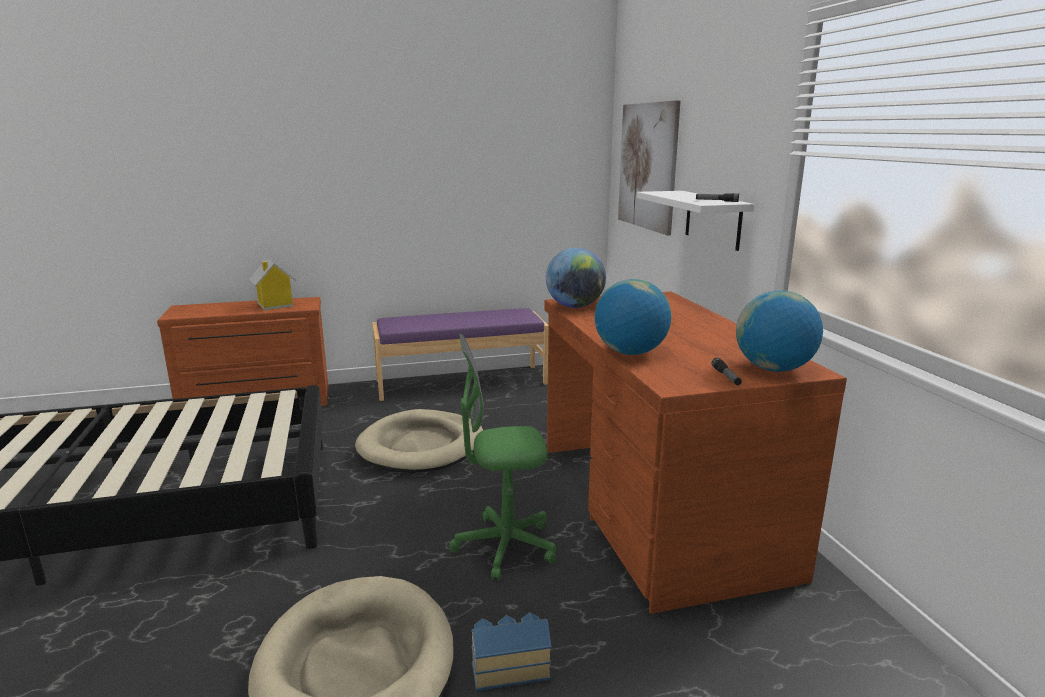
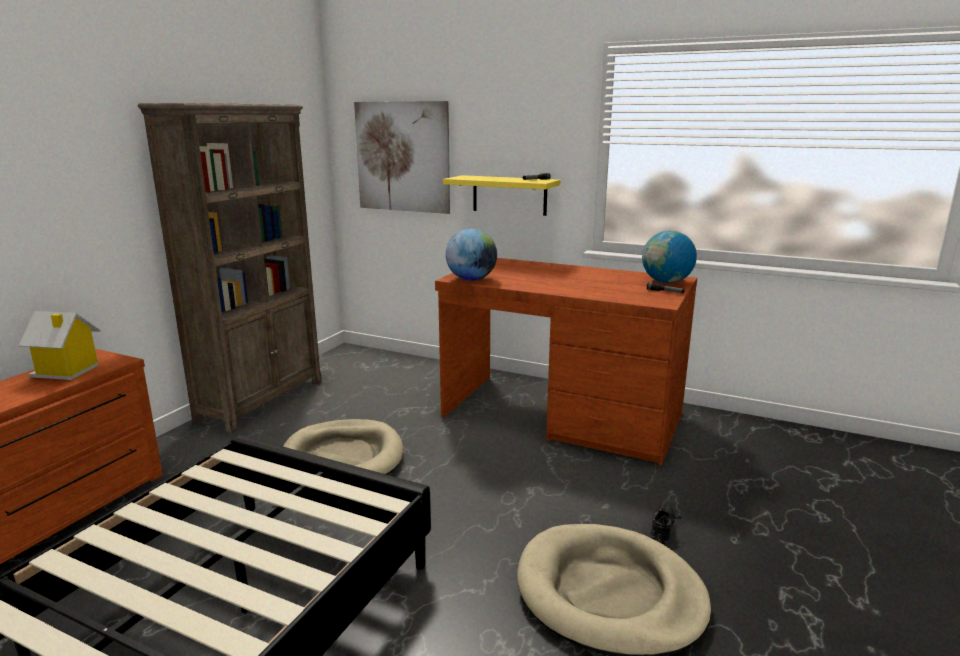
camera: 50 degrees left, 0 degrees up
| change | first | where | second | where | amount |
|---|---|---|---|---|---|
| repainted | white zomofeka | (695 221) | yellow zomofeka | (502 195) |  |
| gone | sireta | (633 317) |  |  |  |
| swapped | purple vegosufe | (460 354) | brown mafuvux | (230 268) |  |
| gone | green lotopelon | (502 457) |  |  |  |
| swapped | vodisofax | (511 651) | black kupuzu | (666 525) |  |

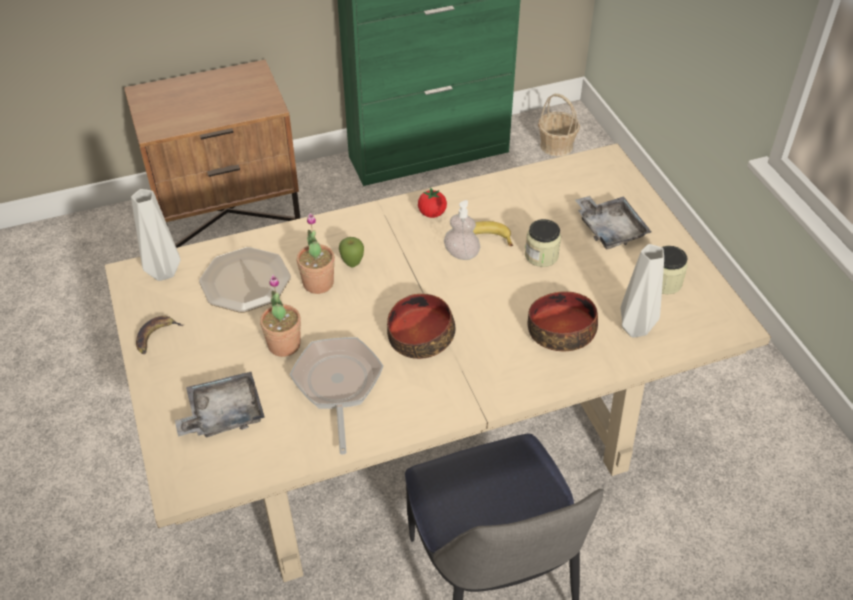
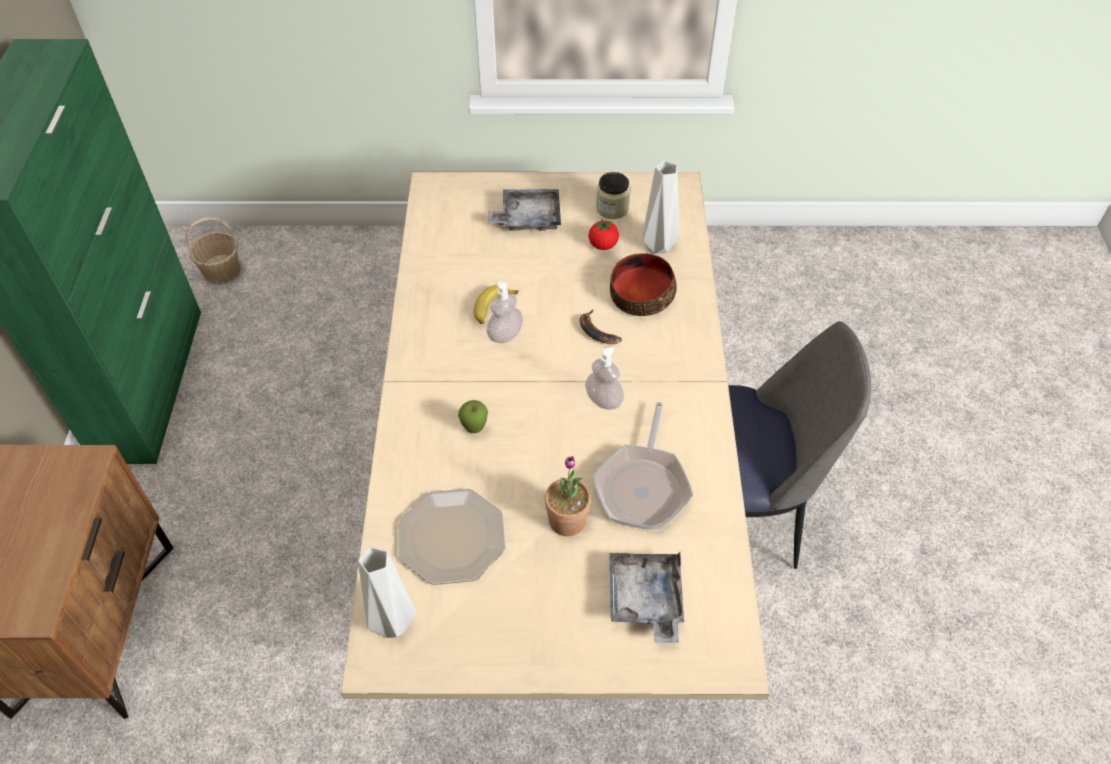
camera: 70 degrees left, 5 degrees up
| change | first | where | second | where | amount |
|---|---|---|---|---|---|
| shifted | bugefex | (432 203) |  | (604 234) |  |
| gone | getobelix | (316 253) |  |  |  |
| gone | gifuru | (543 243) |  |  |  |
| swapped | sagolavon | (421 326) | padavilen | (604 378) |  |
| shifted | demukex | (160 335) |  | (601 326) |  |
| rotated | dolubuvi | (336 396) |  | (642 466) | 90 degrees counterclockwise |

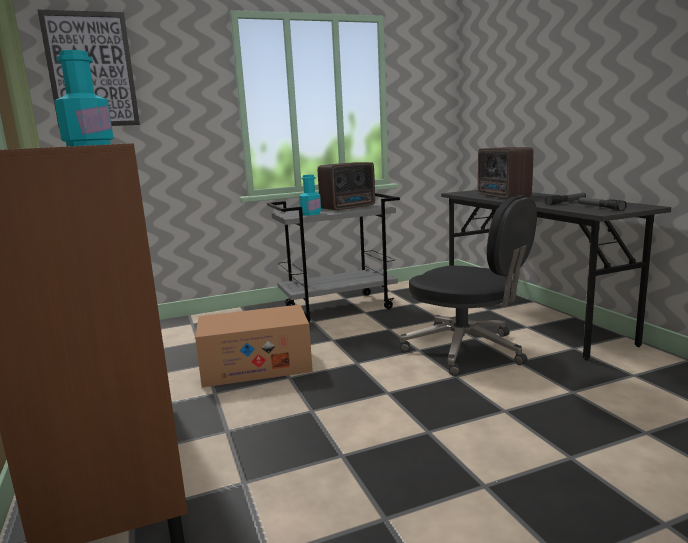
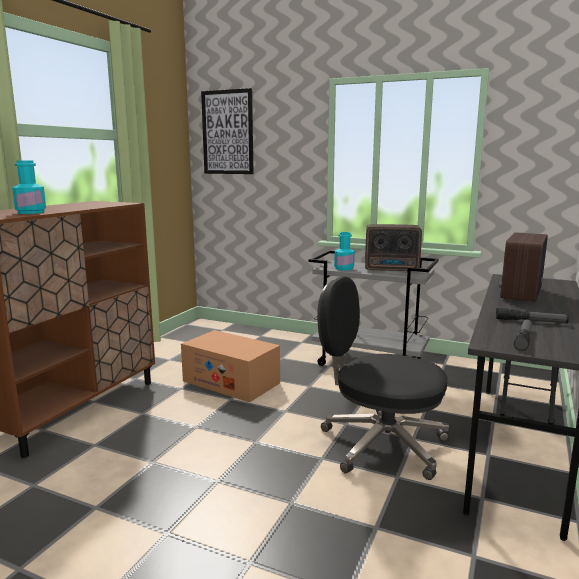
camera: 45 degrees right, 0 degrees up
| change | first | where | second | where | amount |
|---|---|---|---|---|---|
| rotated | black lotopelon | (468 285) |  | (383 378) | 120 degrees clockwise |

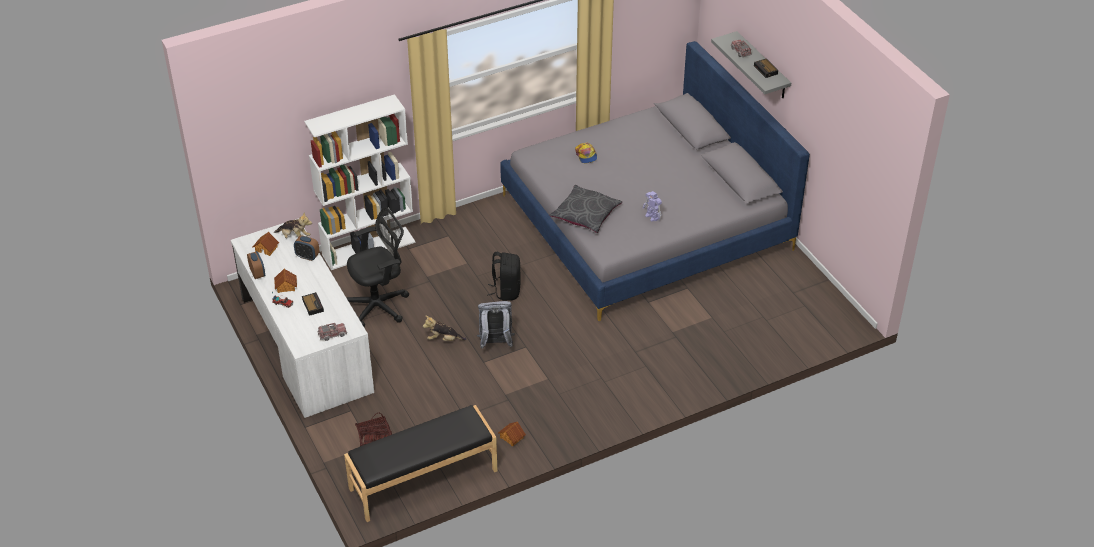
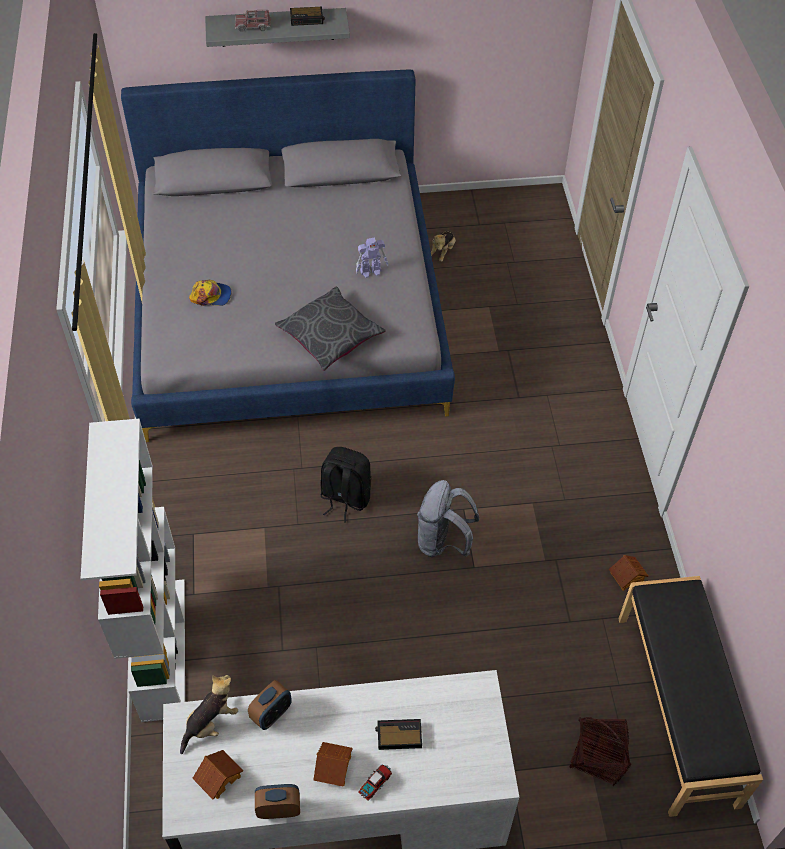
camera: 70 degrees left, 10 degrees up
| change | first | where | second | where | amount |
|---|---|---|---|---|---|
| gone | black lotopelon | (377 267) |  |  |  |
| shifted | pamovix | (445 328) |  | (443 246) |  |
| gone | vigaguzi | (332 332) |  |  |  |

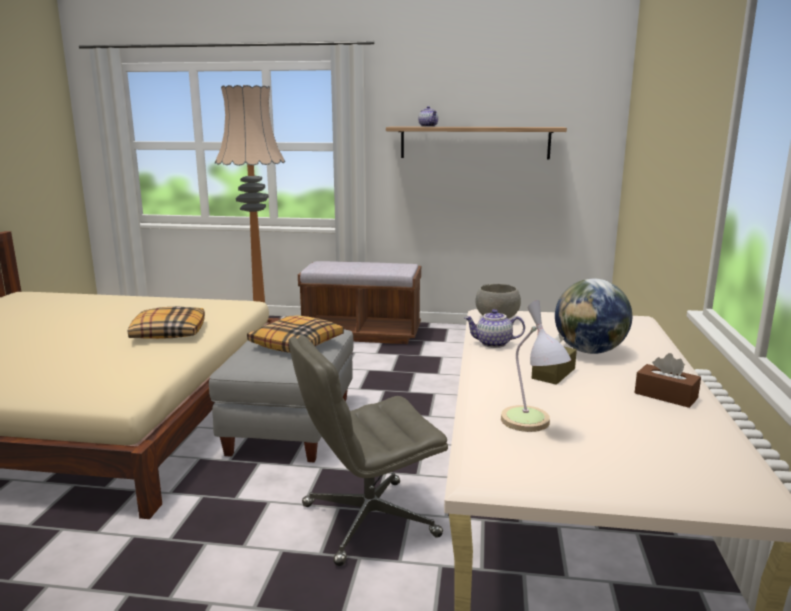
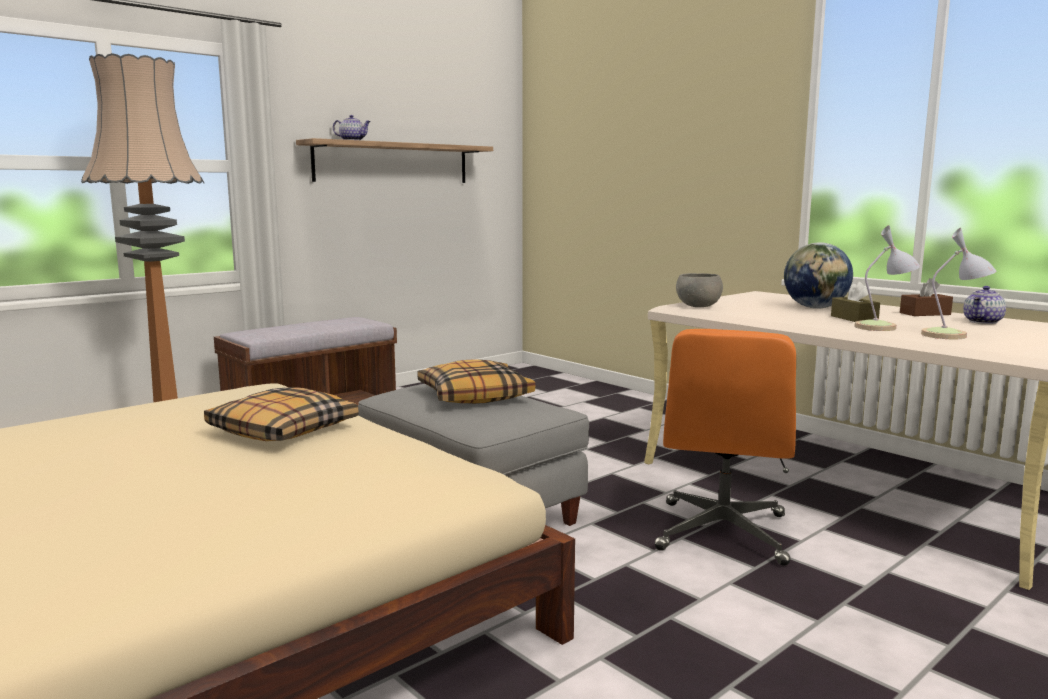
camera: 50 degrees left, 5 degrees down
| change | first | where | second | where | amount |
|---|---|---|---|---|---|
| shifted | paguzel | (494 328) |  | (984 305) |  |
| repainted | grey lotopelon | (368 450) | orange lotopelon | (725 447) |  |
| new |  |  | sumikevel | (887 278) |  |

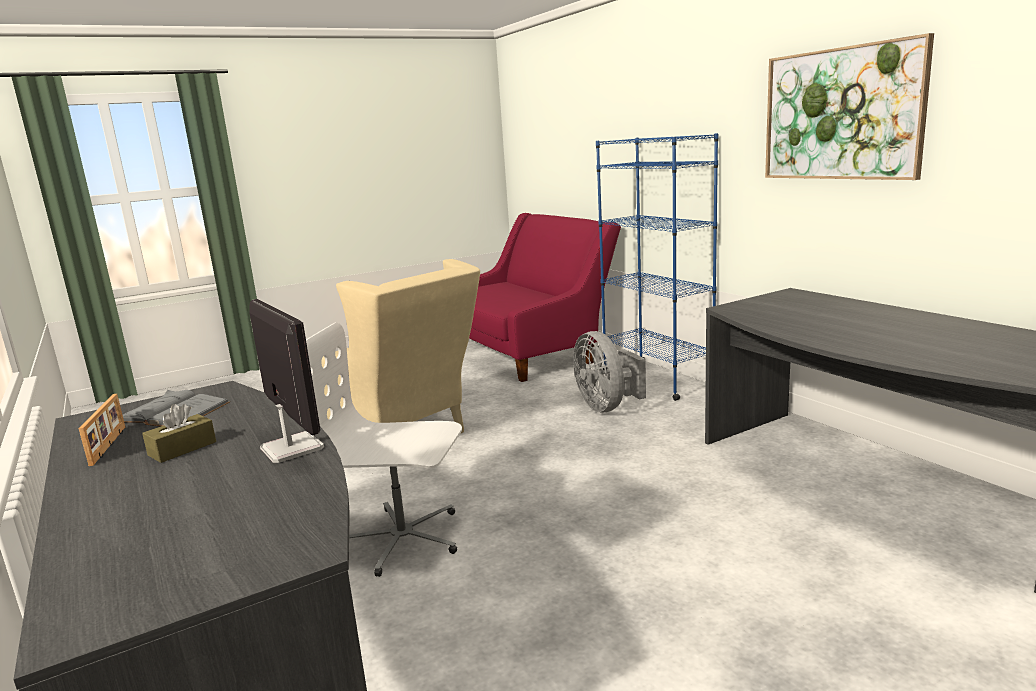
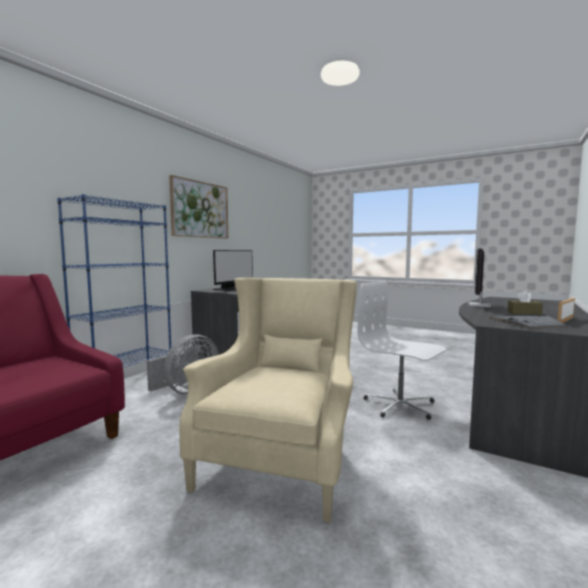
camera: 120 degrees left, 10 degrees down
| change | first | where | second | where | amount |
|---|---|---|---|---|---|
| rotated | white lotopelon | (384 449) |  | (401 350) | 150 degrees clockwise |
| new |  |  | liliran | (233 270) |  |

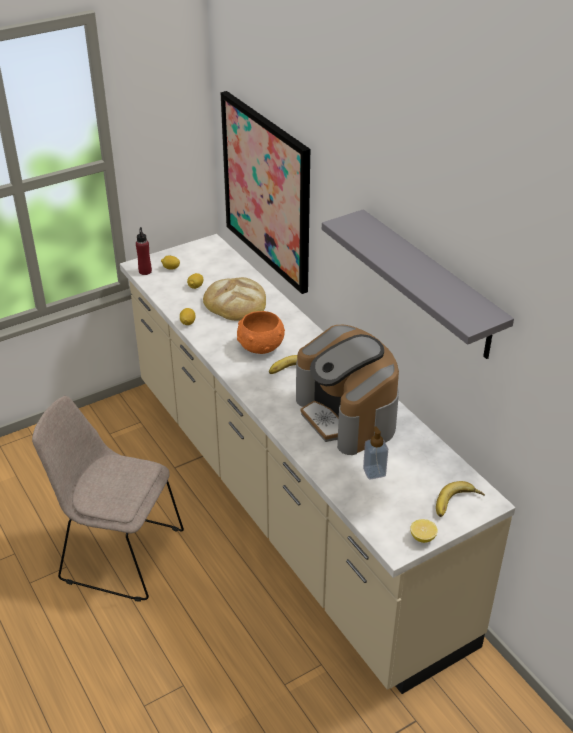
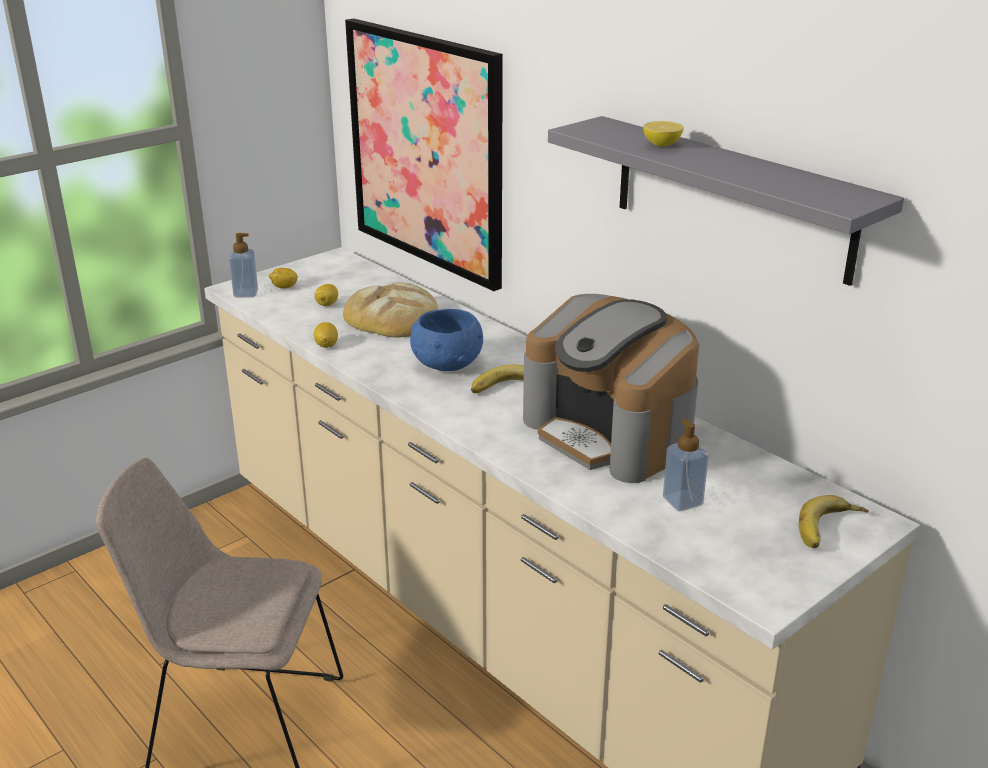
camera: 10 degrees left, 10 degrees down
| change | first | where | second | where | amount |
|---|---|---|---|---|---|
| swapped | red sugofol | (144 251) | padavilen | (243 265) |  |
| repainted | orange sagolavon | (261 332) | blue sagolavon | (446 340) |  |
| shifted | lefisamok | (424 531) |  | (663 134) |  |

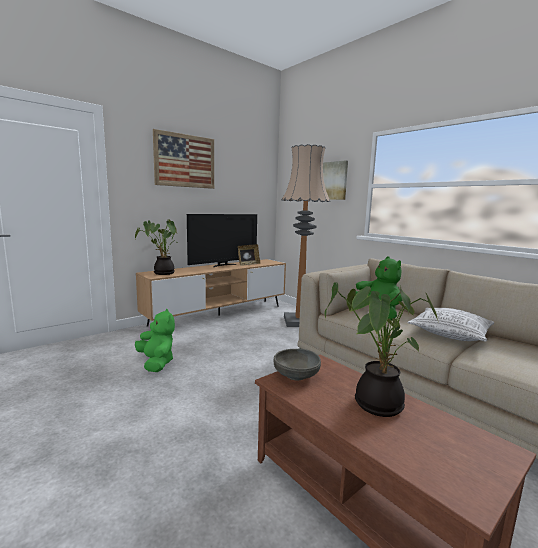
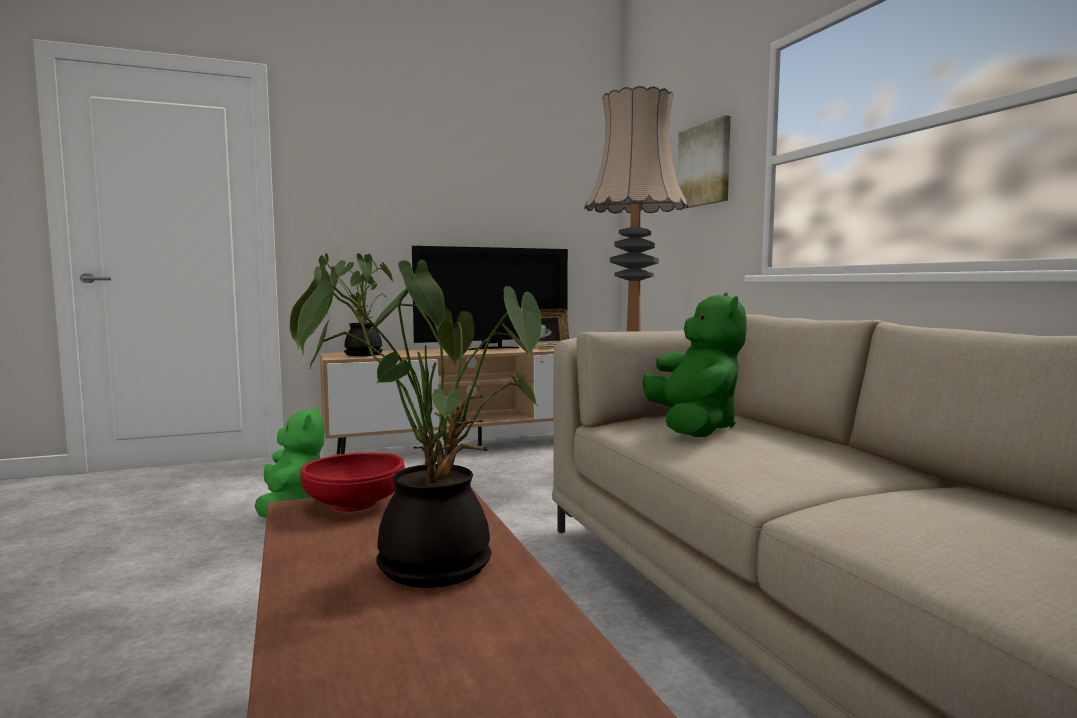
camera: 20 degrees right, 5 degrees down
| change | first | where | second | where | amount |
|---|---|---|---|---|---|
| gone | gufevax | (183 159) |  |  |  |
| gone | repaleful | (451 325) |  |  |  |
| repainted | grey sagolavon | (297 365) | red sagolavon | (352 482) |  |

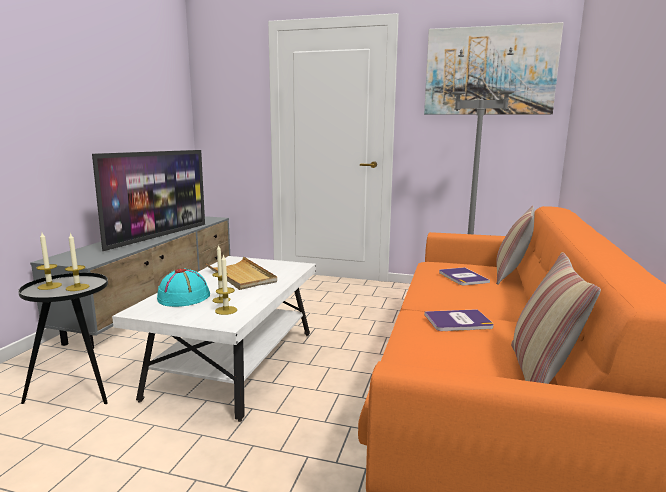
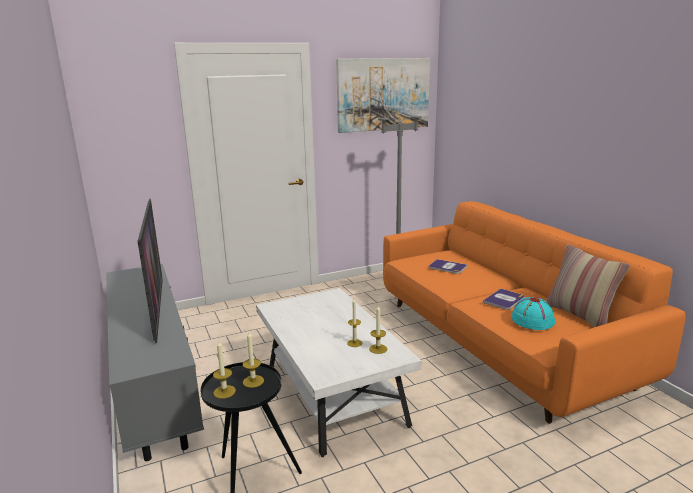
camera: 40 degrees left, 5 degrees up
| change | first | where | second | where | amount |
|---|---|---|---|---|---|
| gone | repaleful | (515 245) |  |  |  |
| gone | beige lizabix | (241 273) |  |  |  |
| shifted | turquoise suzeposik | (183 288) |  | (533 313) |  |

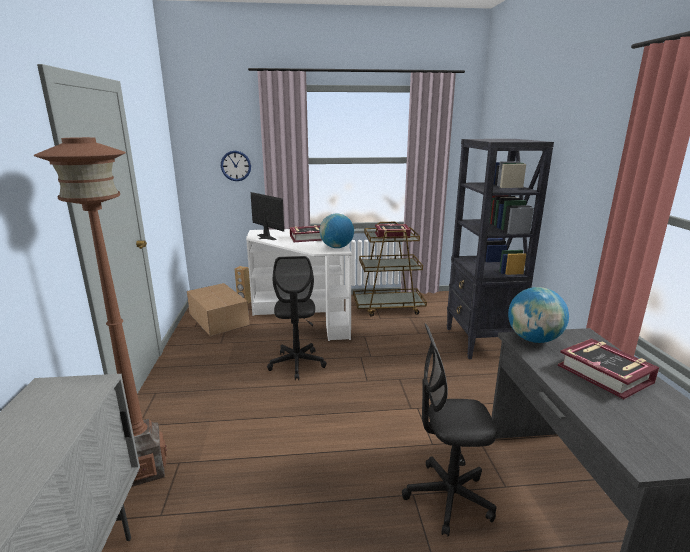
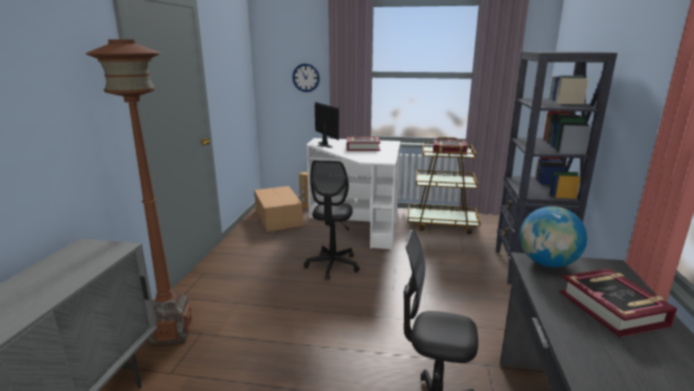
camera: 15 degrees right, 0 degrees up
| change | first | where | second | where | amount |
|---|---|---|---|---|---|
| gone | sireta | (336 230) |  |  |  |

